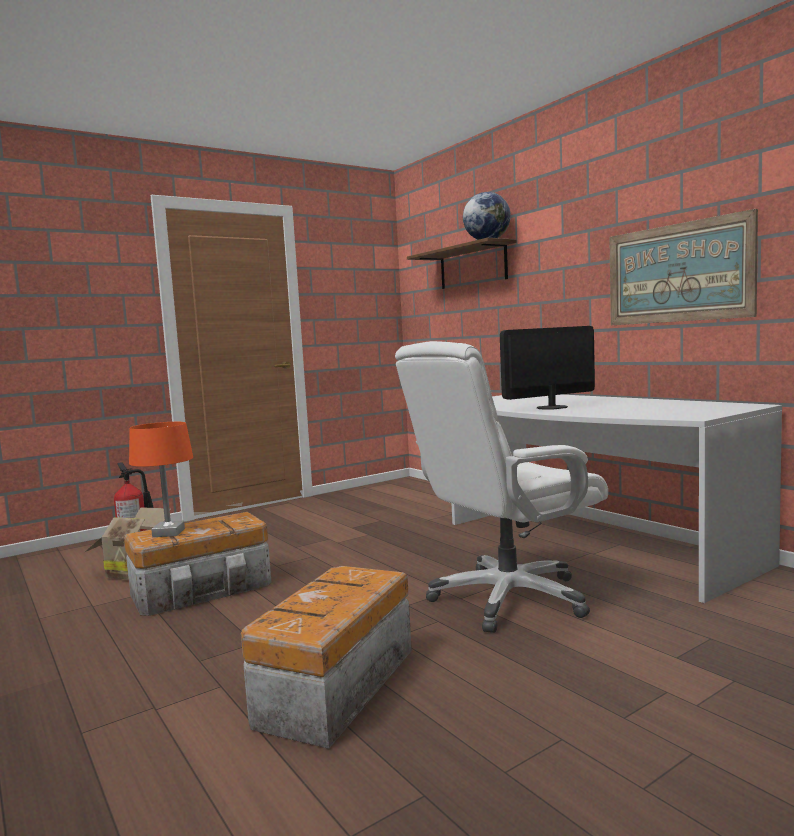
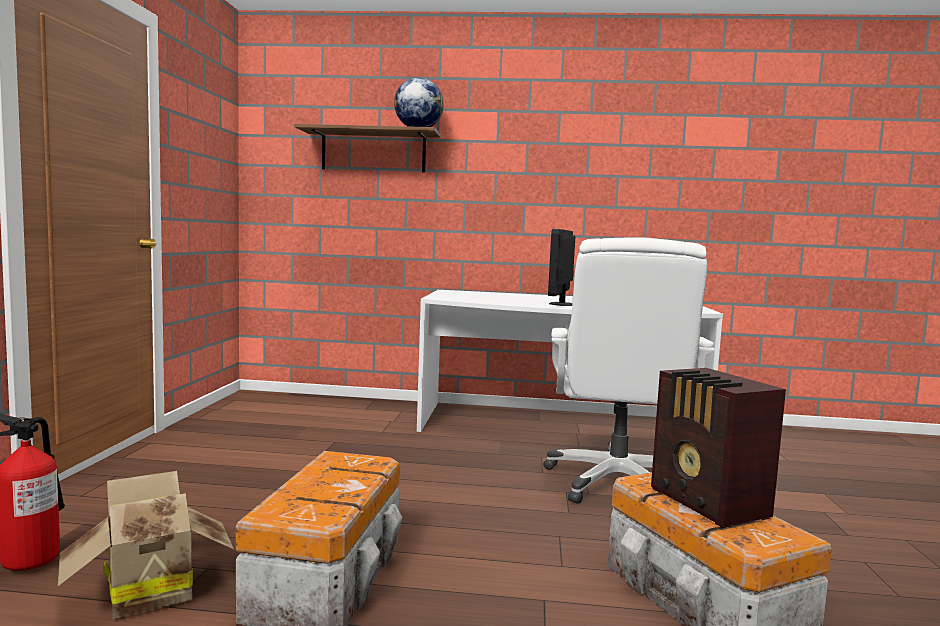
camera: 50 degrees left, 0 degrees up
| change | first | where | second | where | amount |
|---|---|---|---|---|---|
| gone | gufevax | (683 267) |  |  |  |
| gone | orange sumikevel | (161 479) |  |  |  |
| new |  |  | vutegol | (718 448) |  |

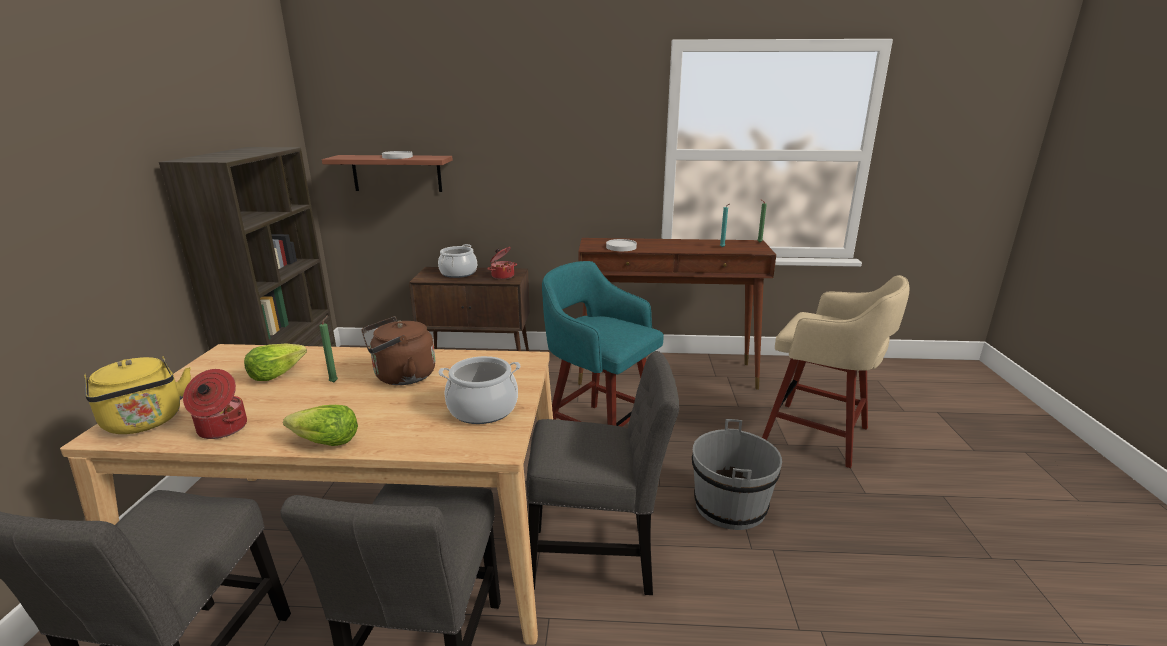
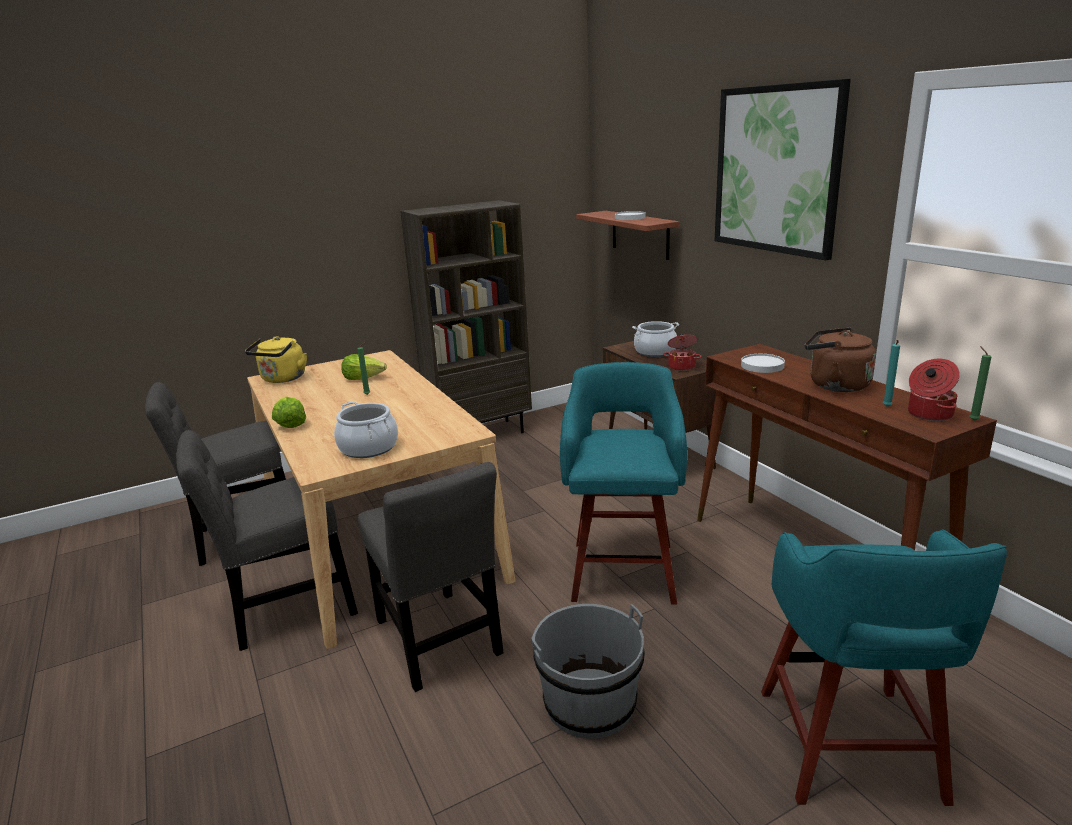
camera: 60 degrees right, 0 degrees up
| change | first | where | second | where | amount |
|---|---|---|---|---|---|
| repainted | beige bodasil | (836 371) | turquoise bodasil | (884 667) |  |
| shifted | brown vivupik | (398 350) |  | (840 360) |  |
| shifted | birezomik | (215 404) |  | (934 390) |  |
| new |  |  | gufevax | (782 169) |  |

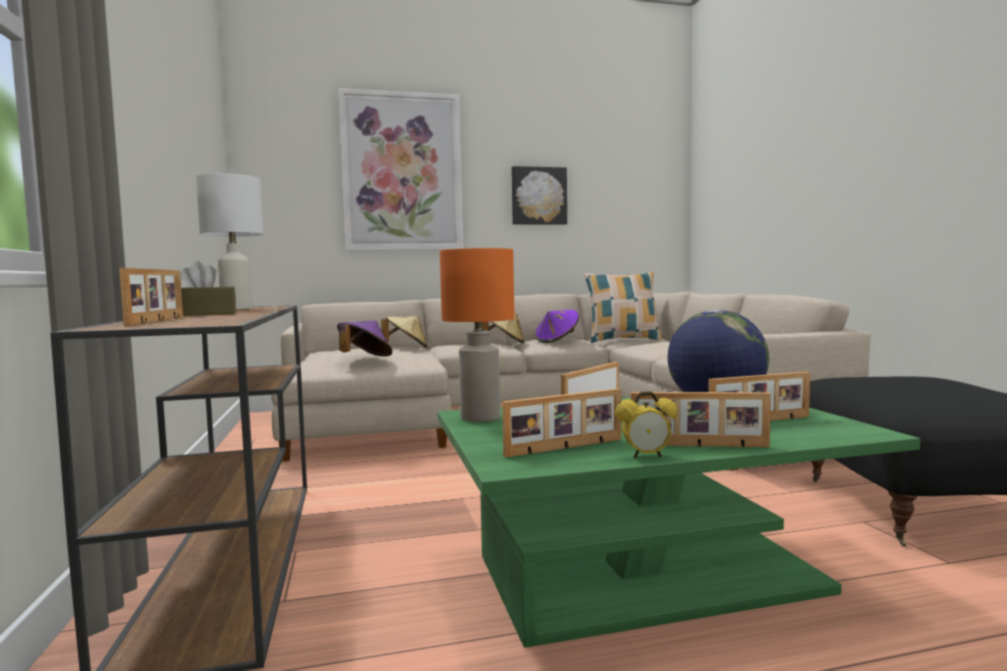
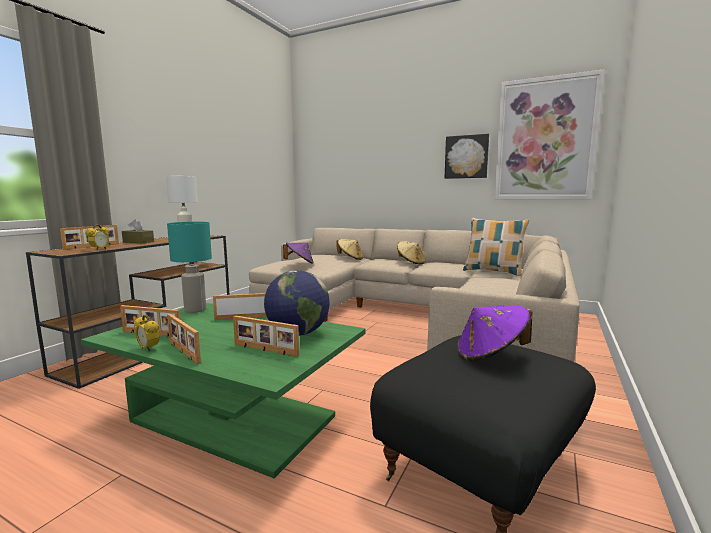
camera: 40 degrees right, 5 degrees up
| change | first | where | second | where | amount |
|---|---|---|---|---|---|
| shifted | gufevax | (400 169) |  | (549 134) |  |
| repainted | orange sumikevel | (477 335) | turquoise sumikevel | (189 267) |  |
| shifted | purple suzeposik | (557 326) |  | (494 333) |  |
| new |  |  | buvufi | (97 237) |  |

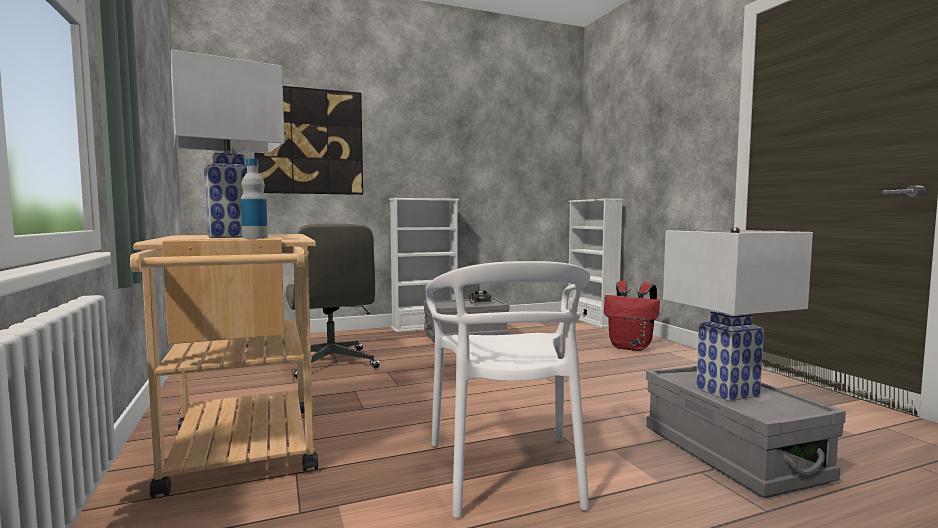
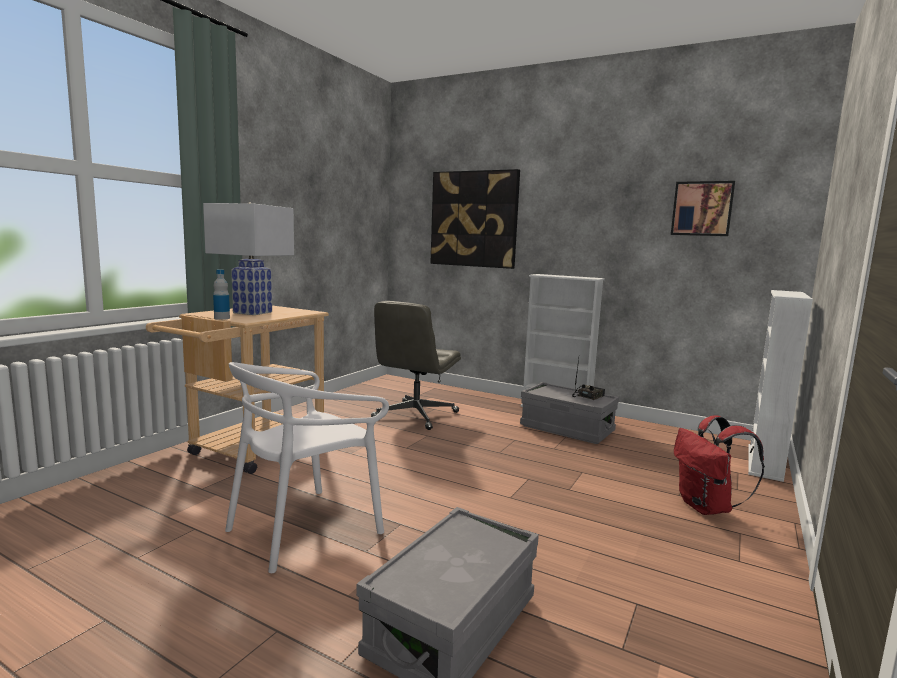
camera: 50 degrees right, 5 degrees up
| change | first | where | second | where | amount |
|---|---|---|---|---|---|
| gone | white sumikevel | (738 314) |  |  |  |
| new |  |  | gufevax | (703 208) |  |

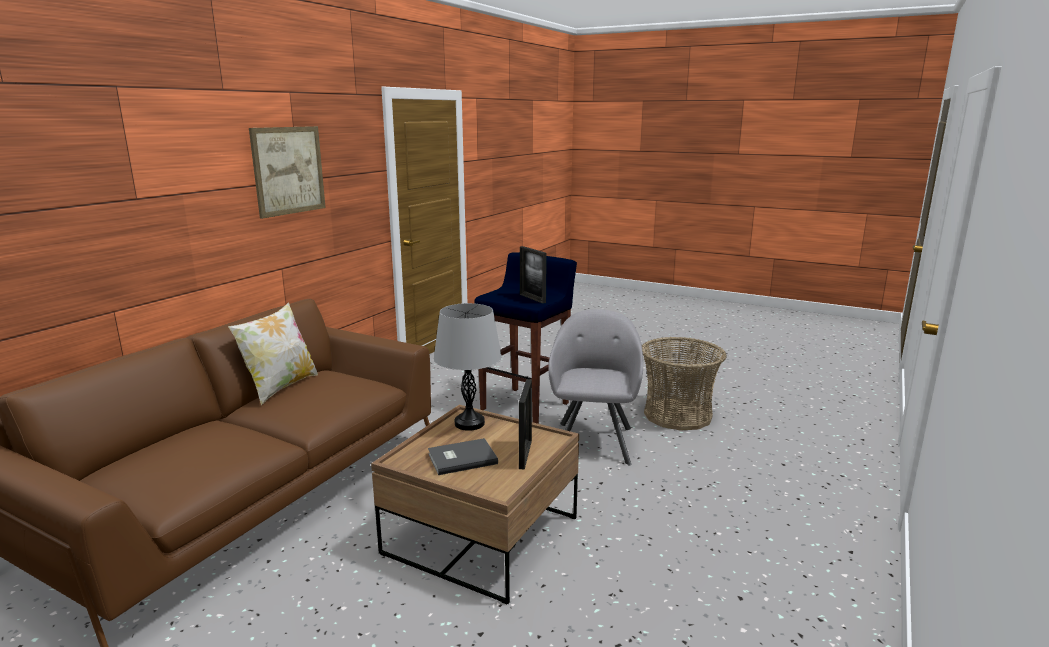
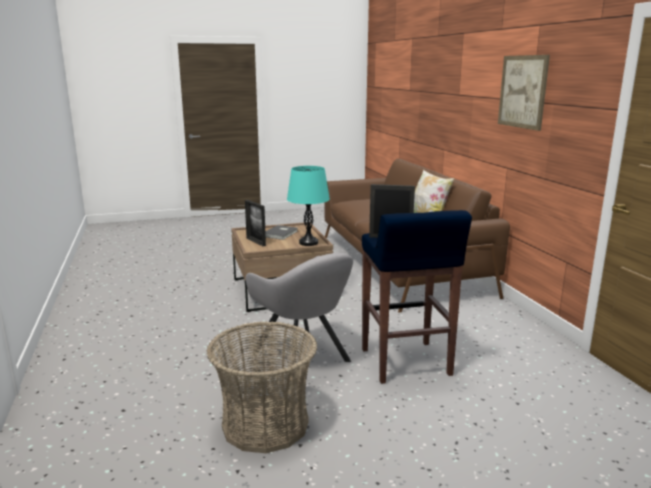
camera: 135 degrees right, 0 degrees up
| change | first | where | second | where | amount |
|---|---|---|---|---|---|
| repainted | grey sumikevel | (468 367) | turquoise sumikevel | (308 206) |  |

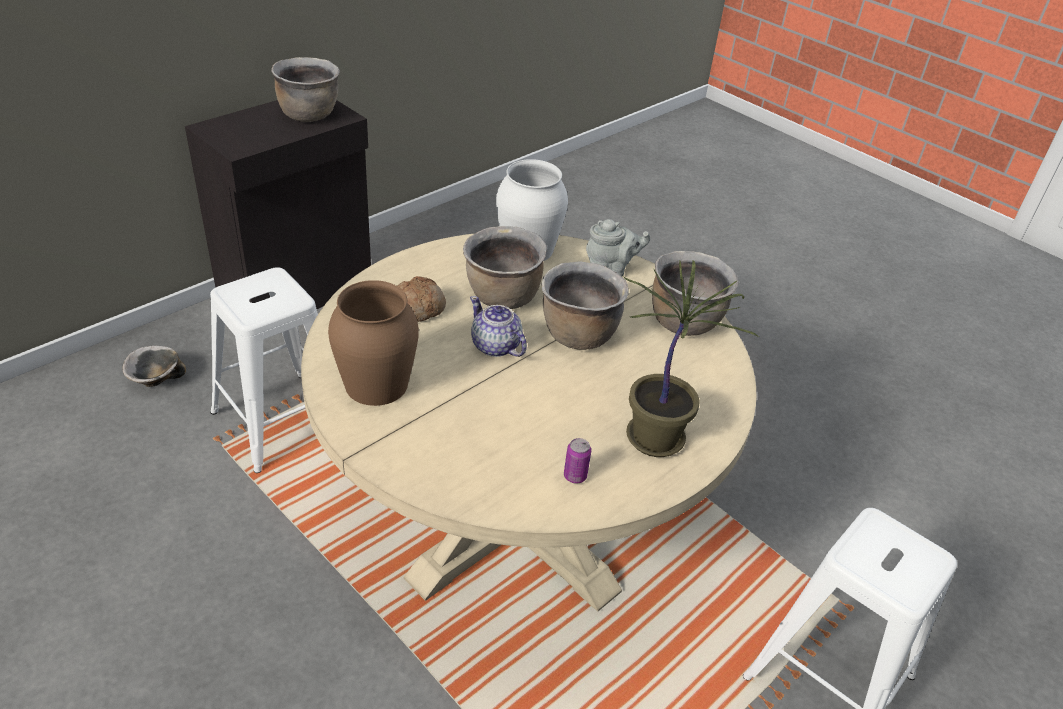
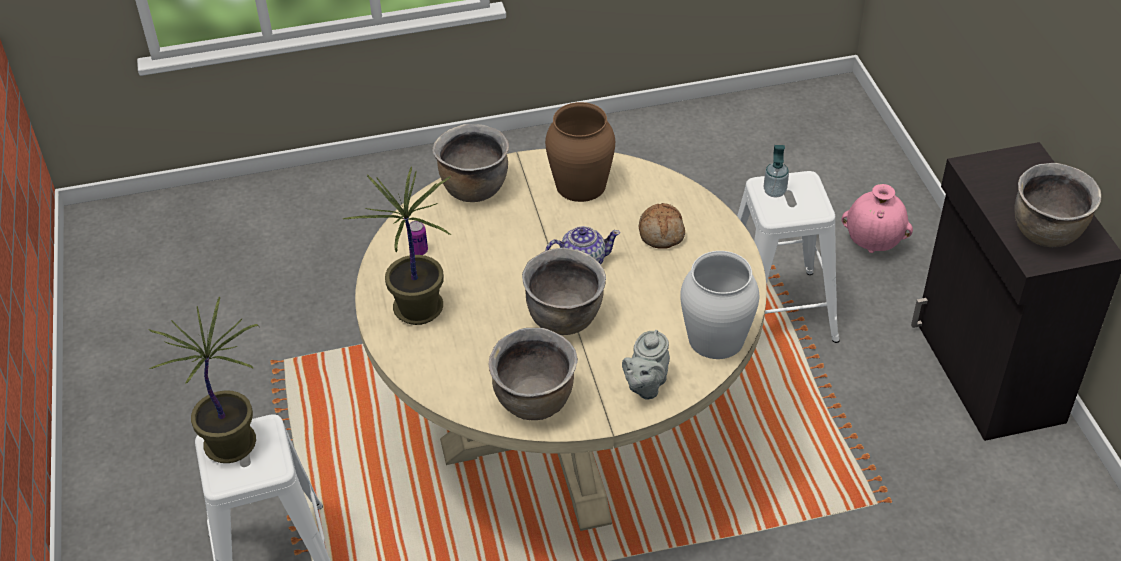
camera: 125 degrees right, 5 degrees up
| change | first | where | second | where | amount |
|---|---|---|---|---|---|
| shifted | brown birezomik | (505 267) |  | (470 163) |  |
| swapped | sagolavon | (154 366) | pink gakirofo | (877 218) |  |
| new |  |  | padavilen | (776 171) |  |
| new |  |  | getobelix | (203 380) |  |

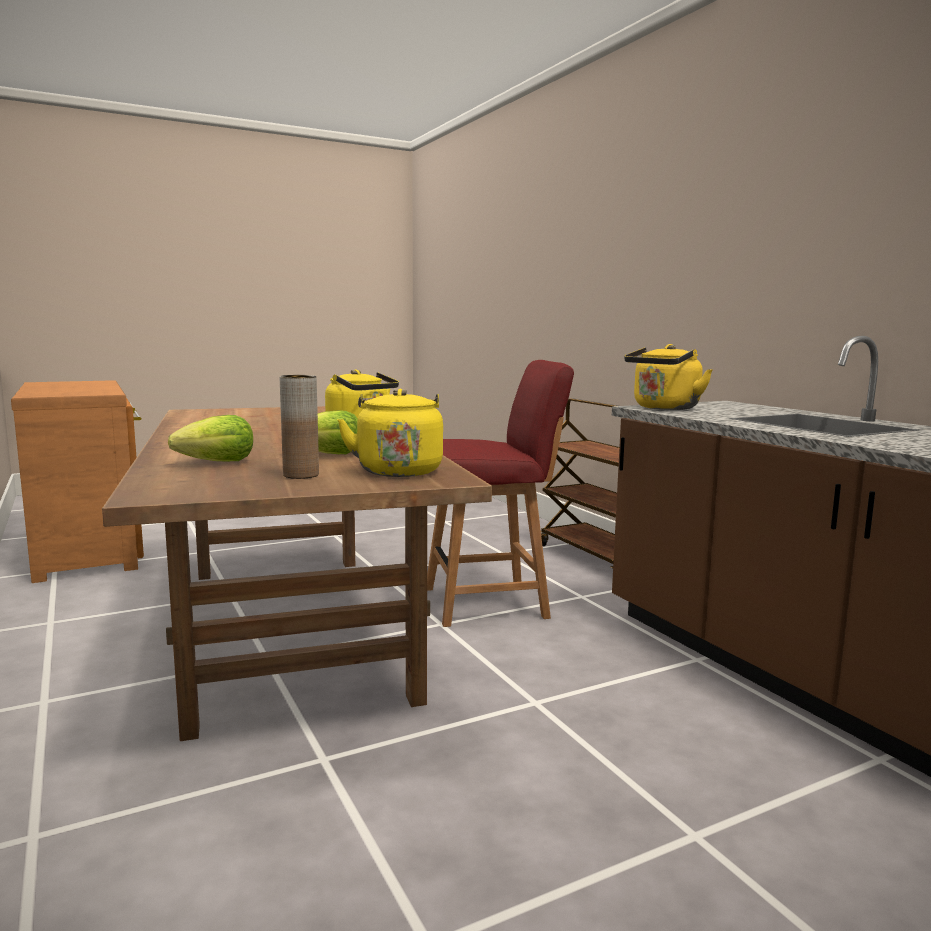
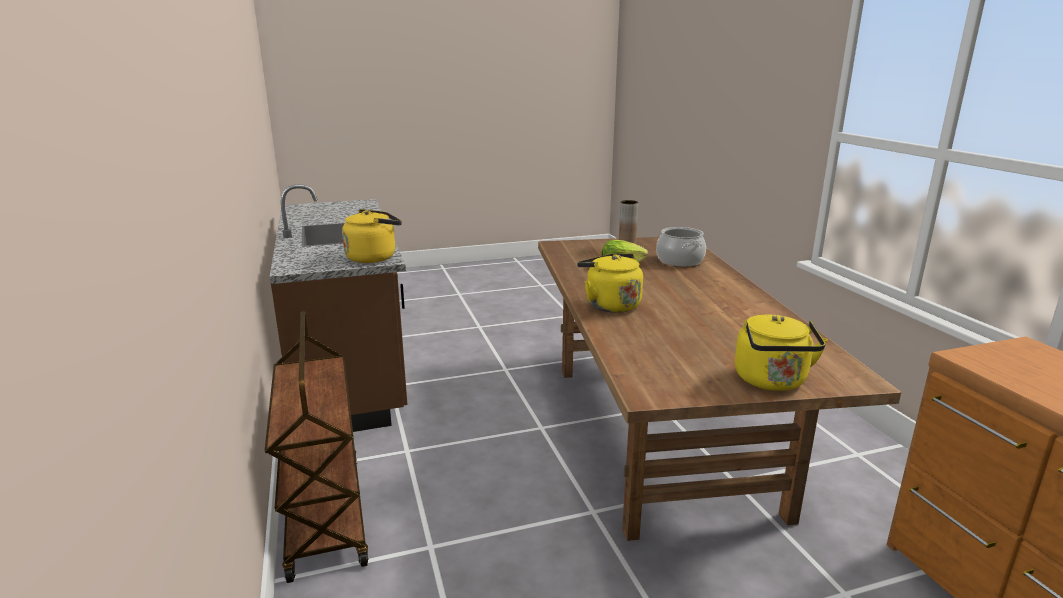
camera: 170 degrees left, 10 degrees up
| change | first | where | second | where | amount |
|---|---|---|---|---|---|
| gone | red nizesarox | (500 493) |  |  |  |
| shifted | yellow vivupik | (390 433) |  | (781 353) |  |
| swapped | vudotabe | (210 438) | birezomik | (681 247) |  |

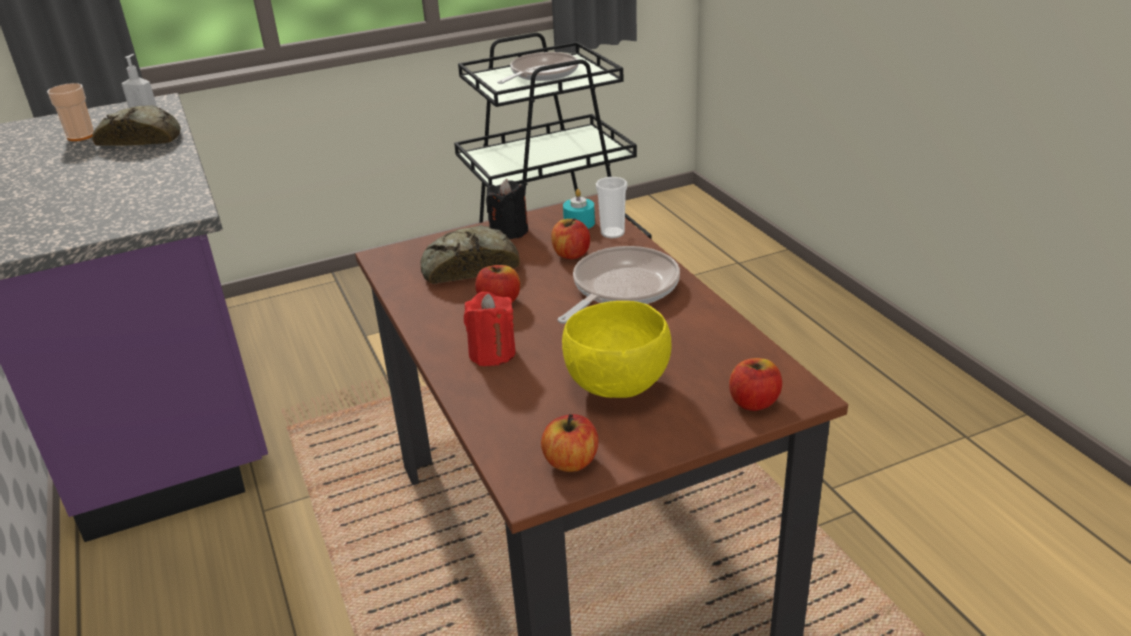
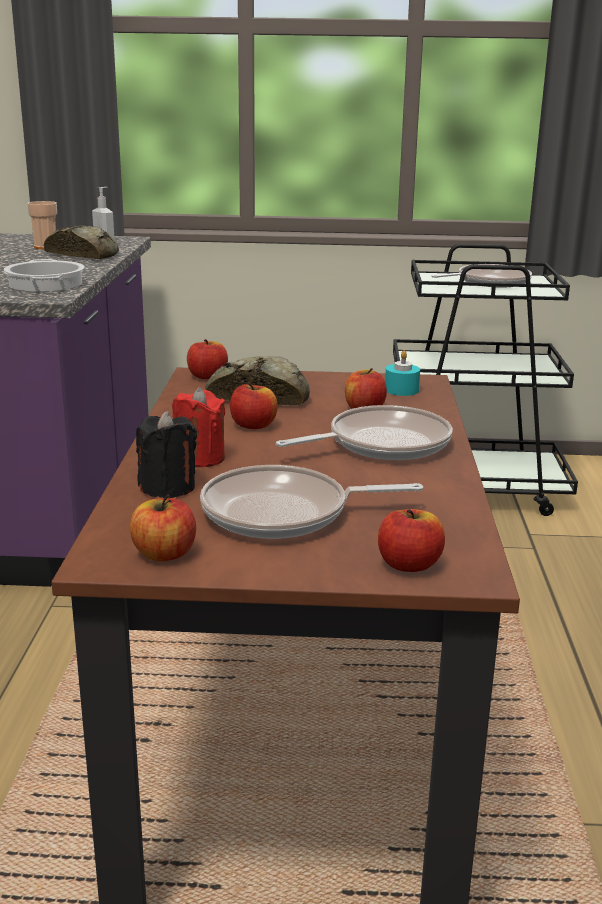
camera: 25 degrees right, 10 degrees down
| change | first | where | second | where | amount |
|---|---|---|---|---|---|
| gone | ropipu | (611 207) |  |  |  |
| shifted | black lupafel | (507 209) |  | (166 454) |  |
| swapped | yellow sagolavon | (616 349) | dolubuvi | (311 502) |  |
| new |  |  | birezomik | (44 275) |  |
| new |  |  | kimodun | (207 359) |  |

